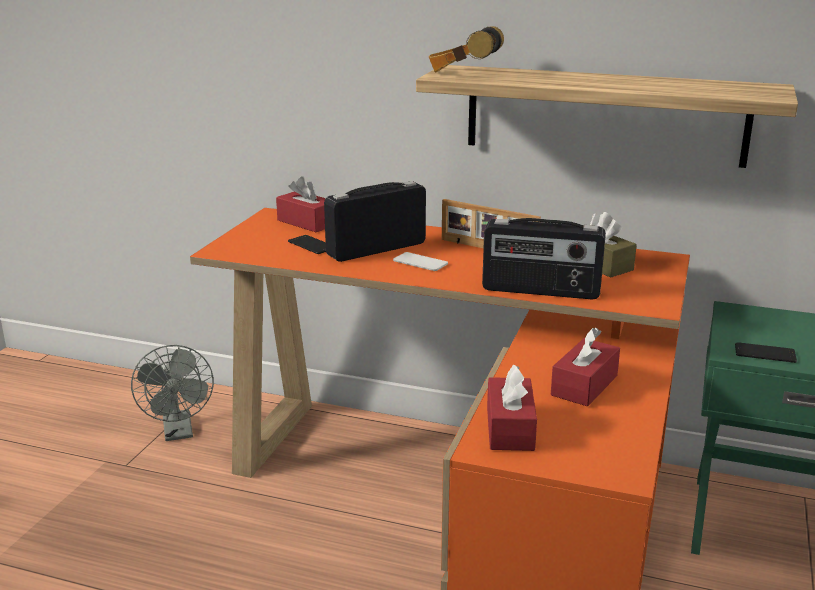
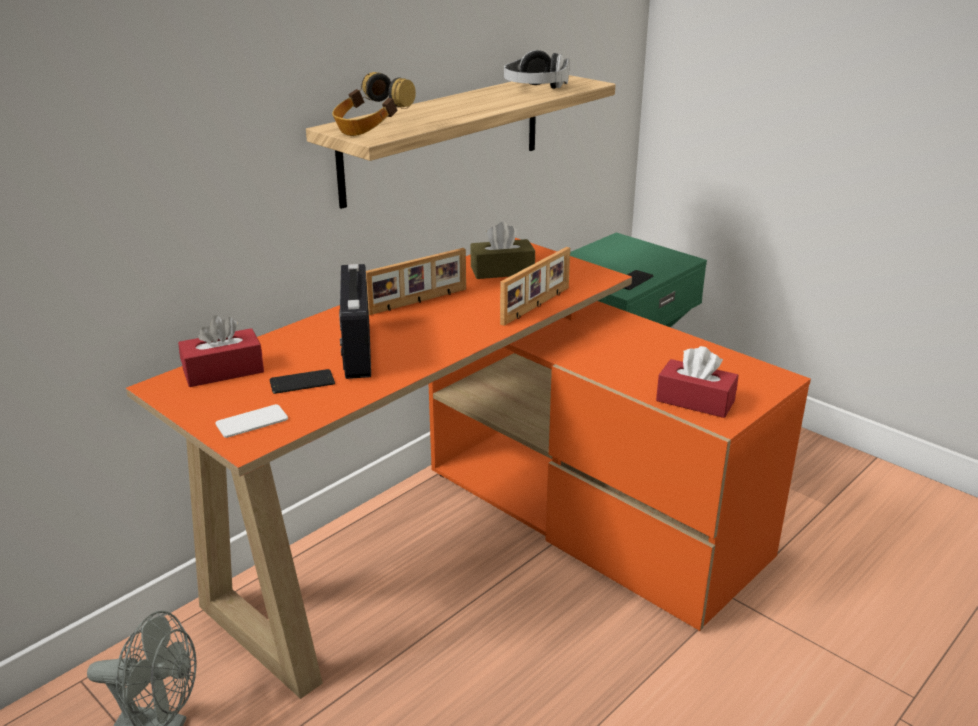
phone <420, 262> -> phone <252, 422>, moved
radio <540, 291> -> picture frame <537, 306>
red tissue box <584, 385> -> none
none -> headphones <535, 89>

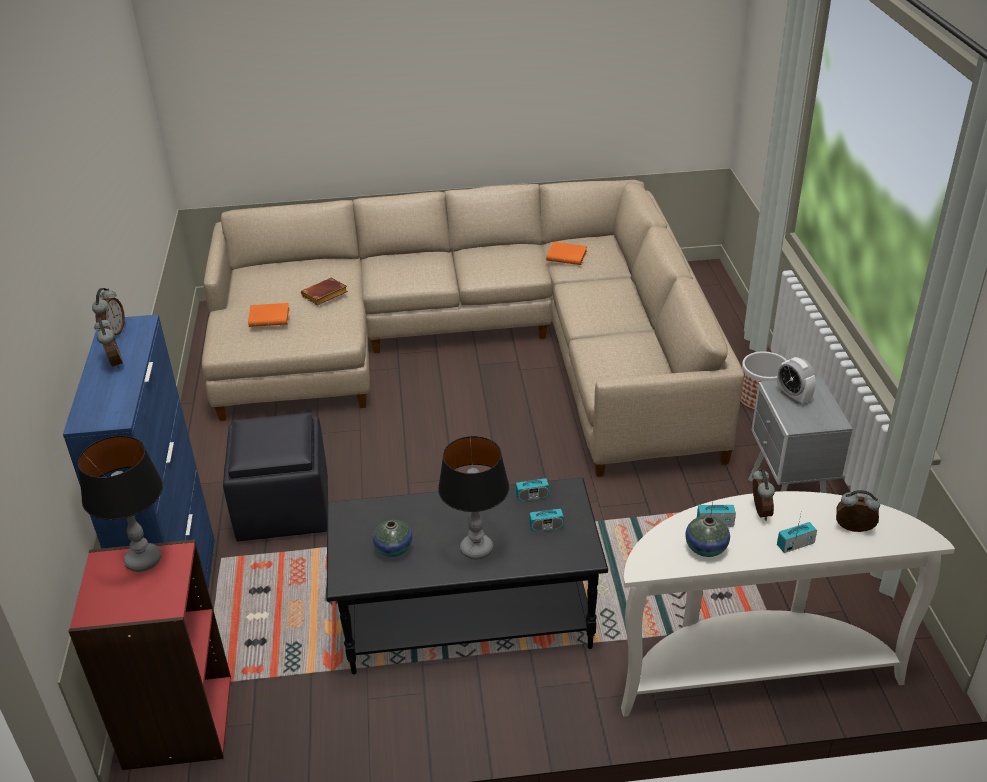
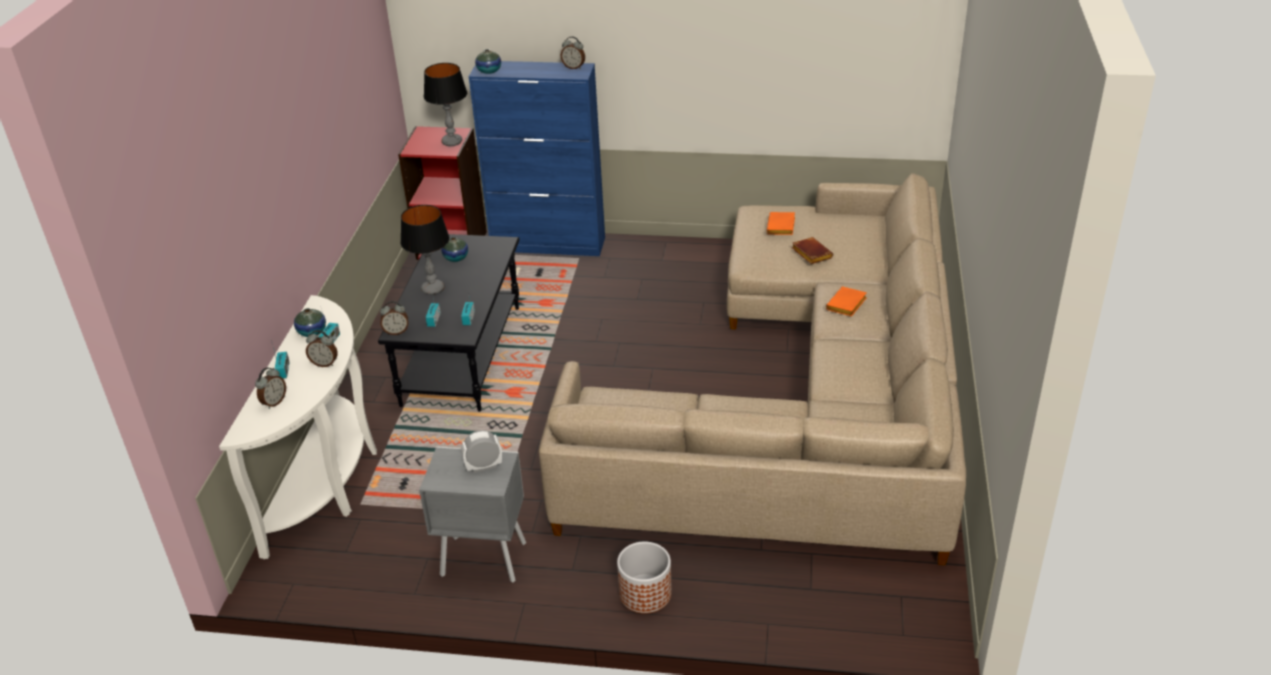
alarm clock <113, 363> -> alarm clock <396, 332>, moved
black ottoman <282, 508> -> none
orange book <568, 257> -> orange book <846, 306>, moved
none -> vase <489, 71>

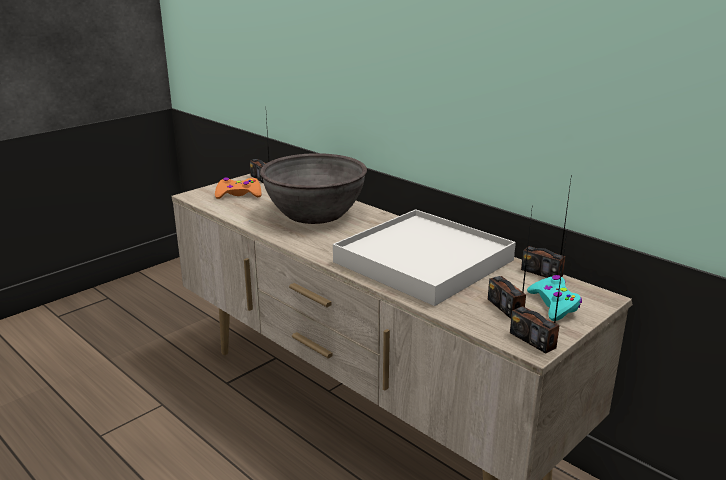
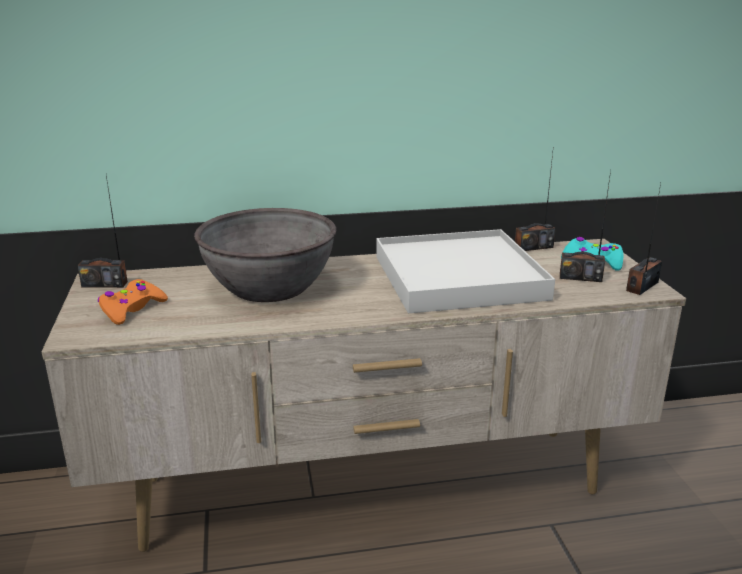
radio <533, 340> -> radio <642, 286>, 135 degrees clockwise

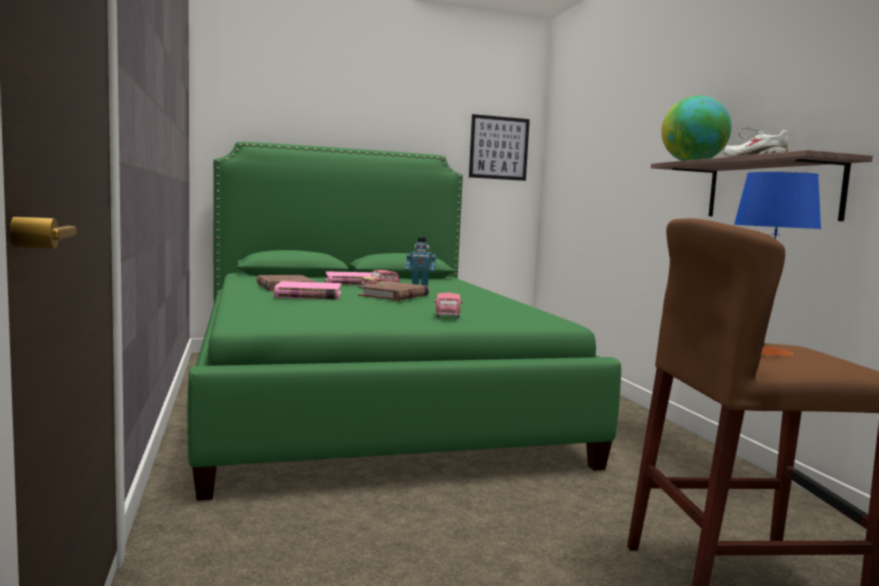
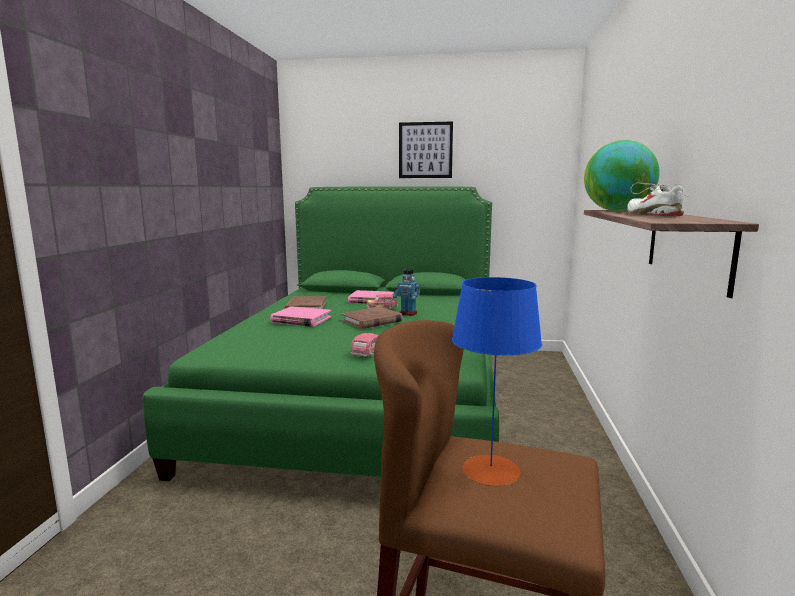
picture <499, 148> -> picture <425, 150>, moved

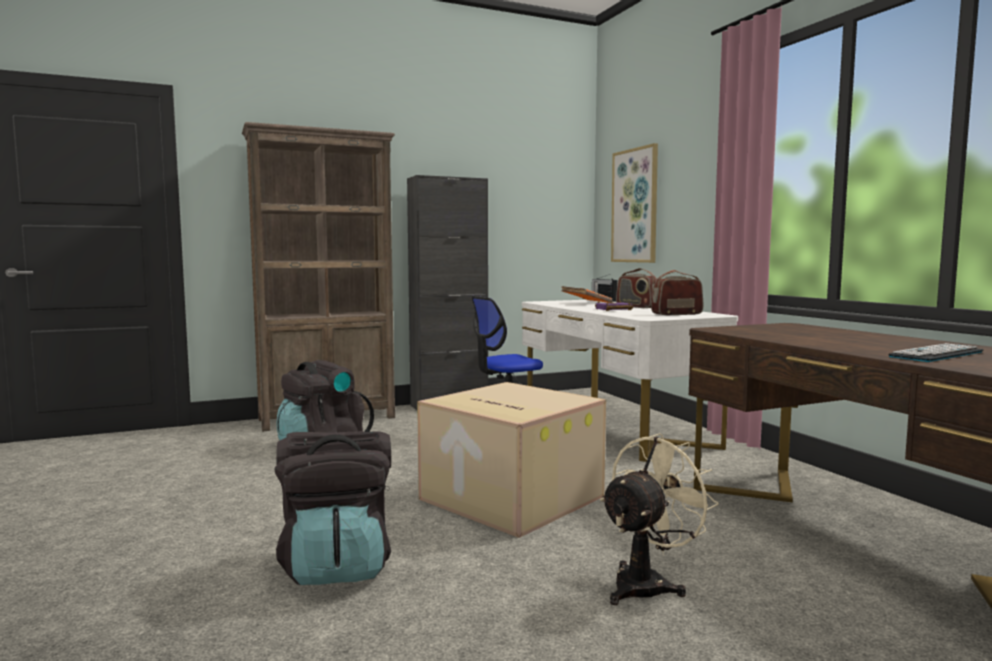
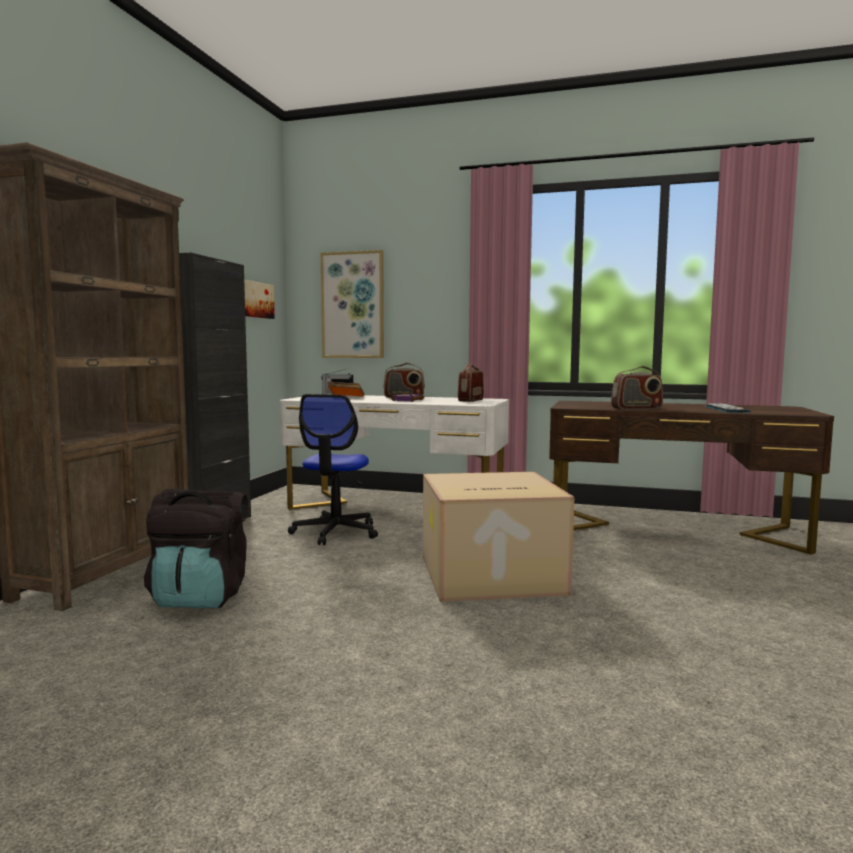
black backpack <338, 565> -> none
beige fan <647, 583> -> none
none -> picture <256, 300>
none -> radio <636, 408>

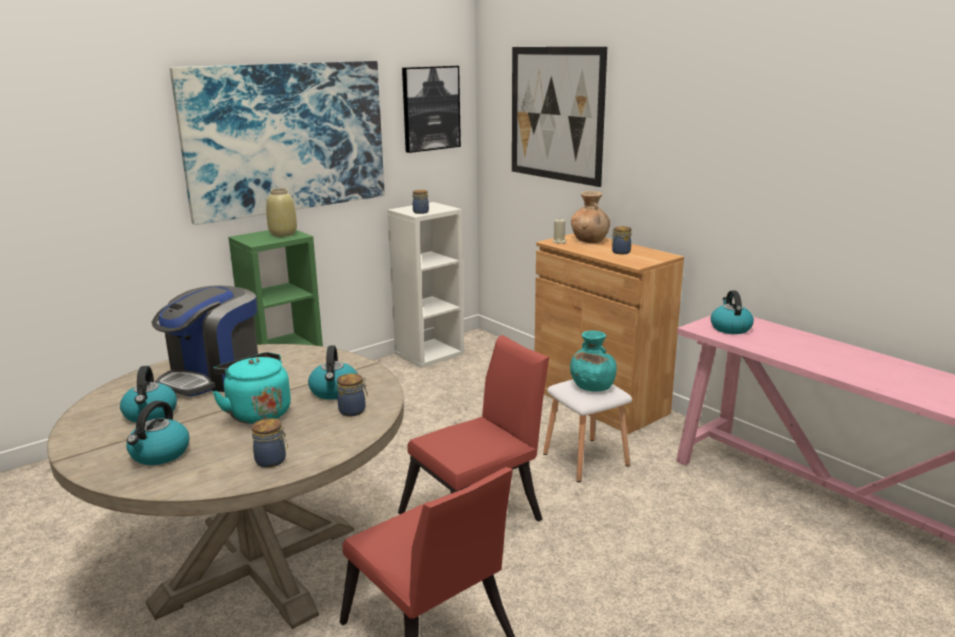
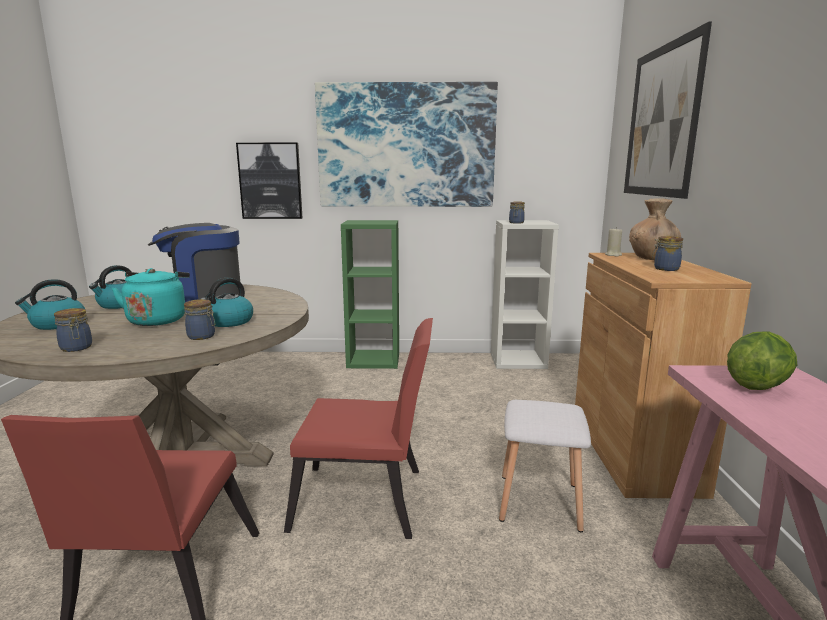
beige vase <282, 234> -> none
picture <430, 108> -> picture <270, 181>, moved
turquoise vase <591, 386> -> none
kettle <730, 328> -> lettuce <756, 385>

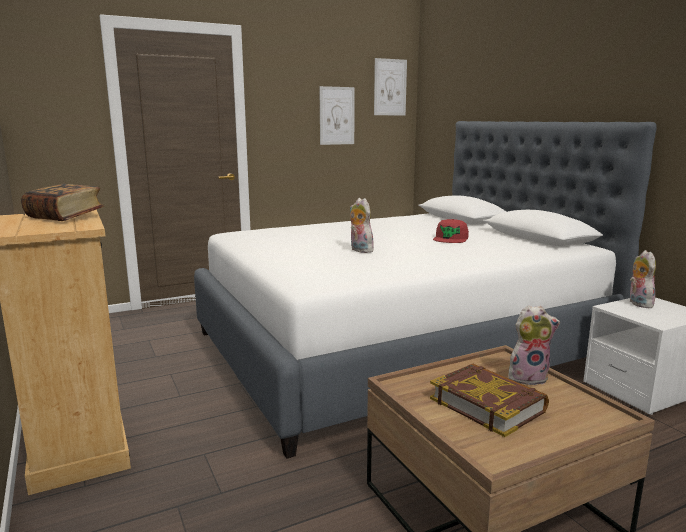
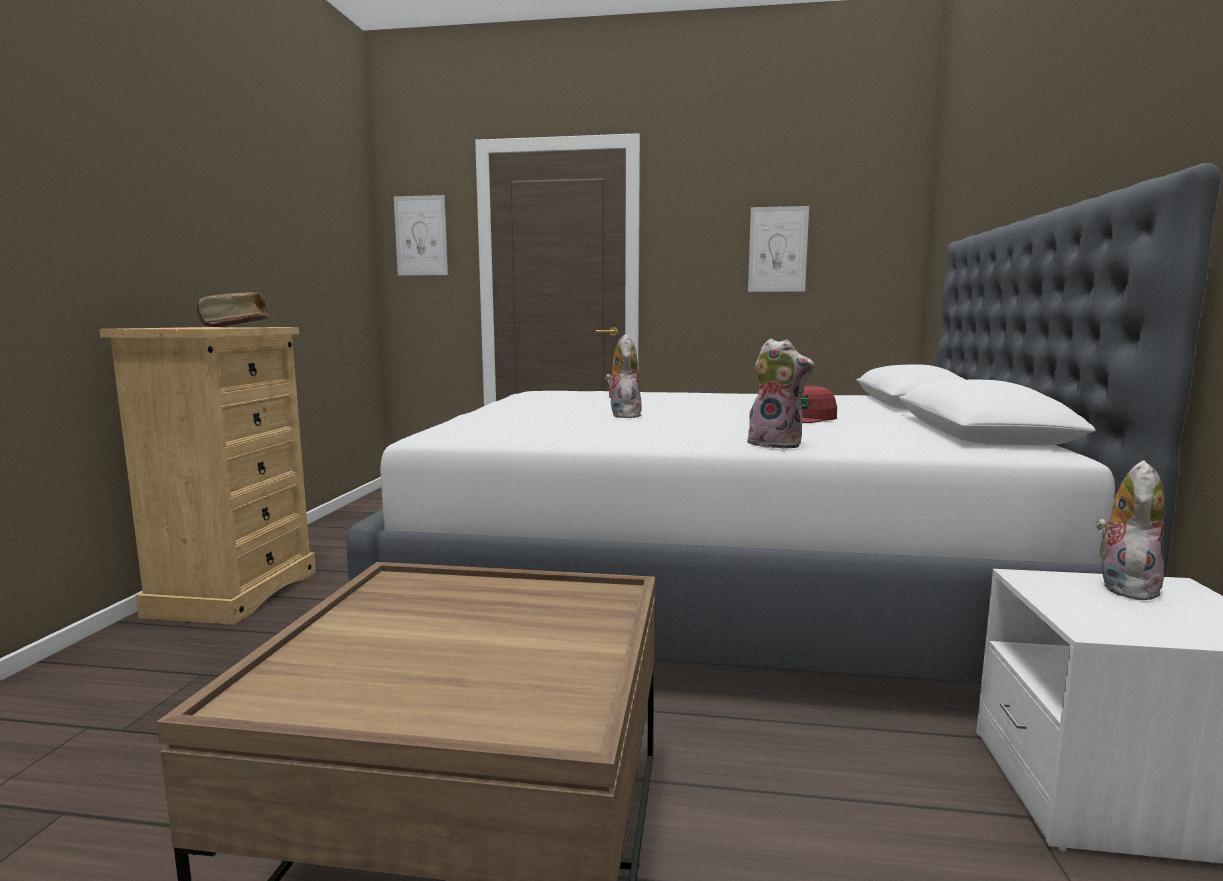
picture <390, 87> -> picture <421, 236>, moved
book <487, 404> -> none
plush toy <528, 377> -> plush toy <777, 444>, moved

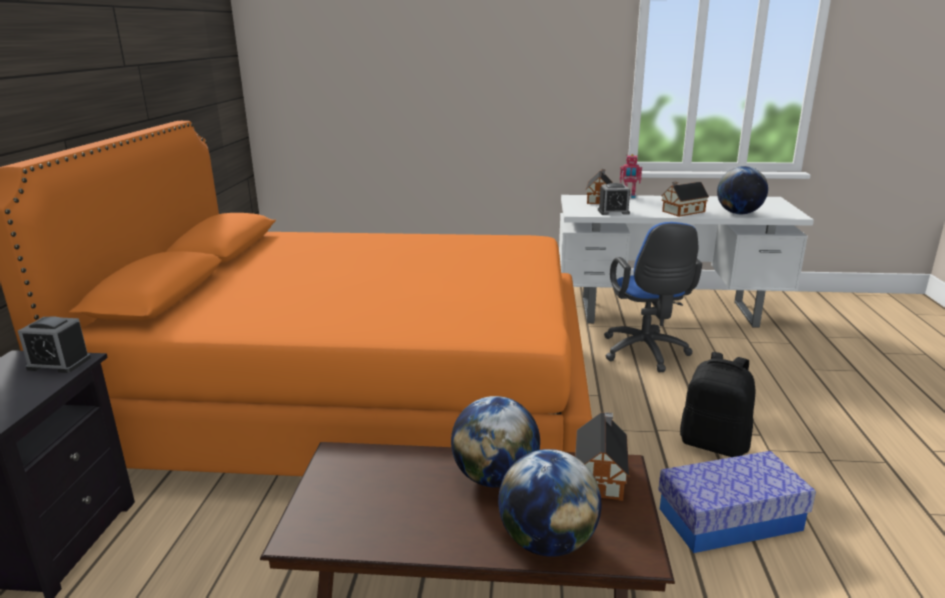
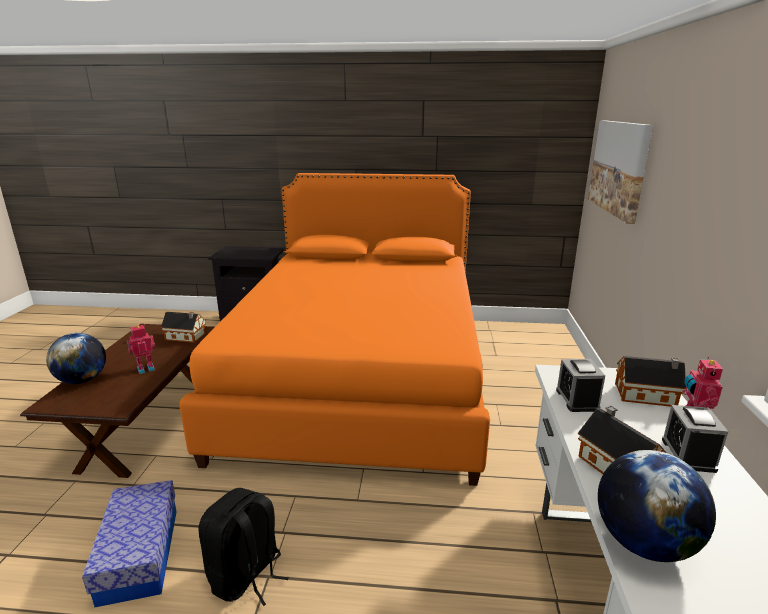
alarm clock <59, 363> -> alarm clock <688, 454>, moved
globe <495, 478> -> toy robot <145, 368>
toy house <600, 475> -> toy house <186, 337>, moved
blue office chair <646, 354> -> none
none -> picture <619, 167>

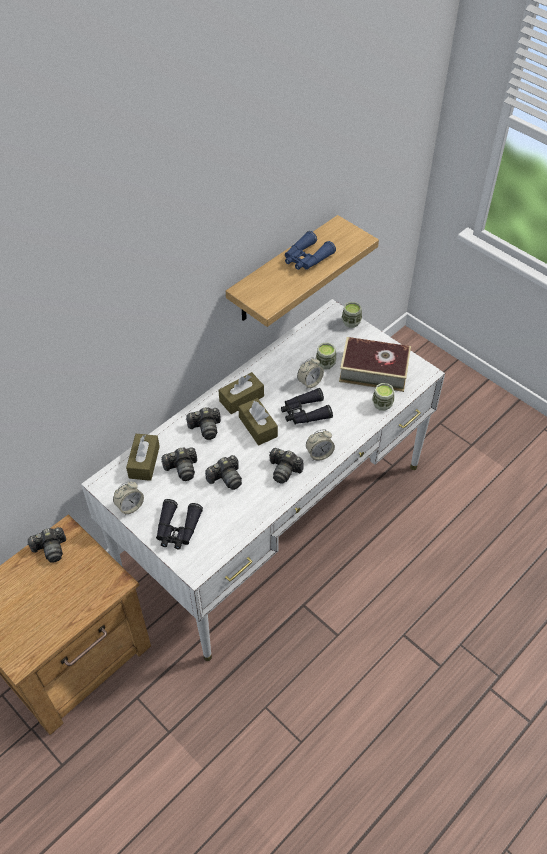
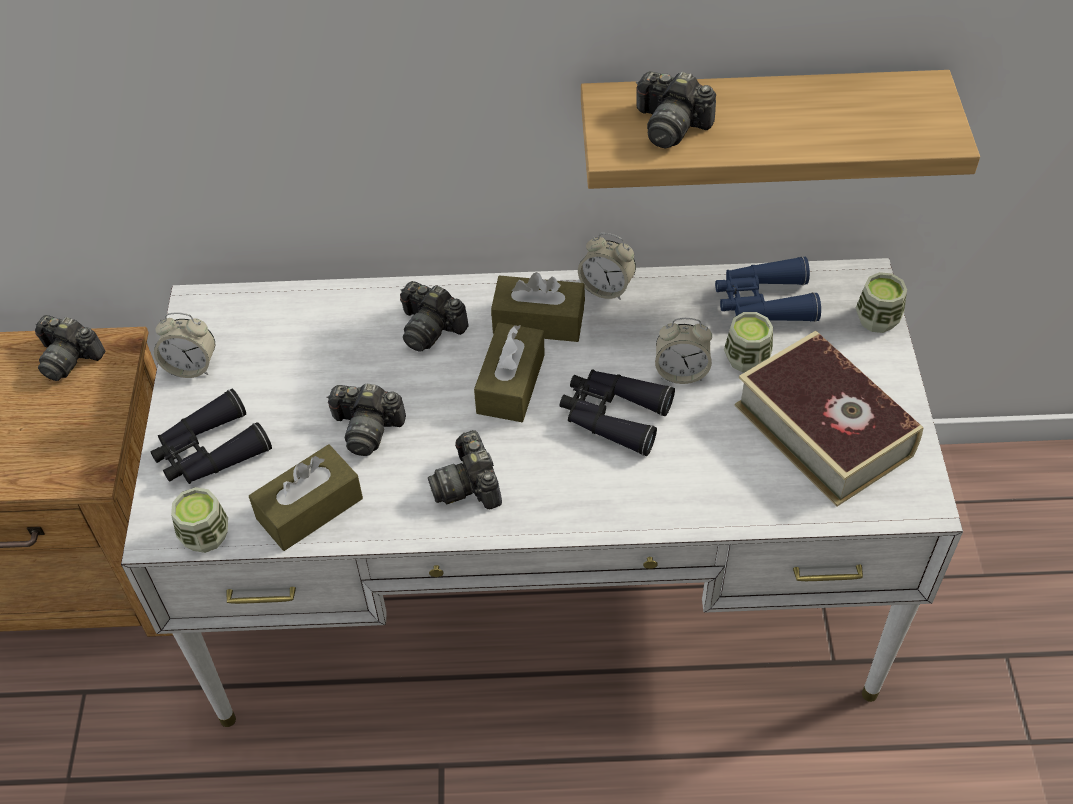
brown tissue box <144, 462> -> brown tissue box <309, 508>, moved
photo camera <182, 468> -> photo camera <671, 126>, moved
blue binoculars <306, 258> -> blue binoculars <763, 302>, moved
alarm clock <319, 454> -> alarm clock <606, 288>, moved
cup <382, 404> -> cup <205, 535>, moved

